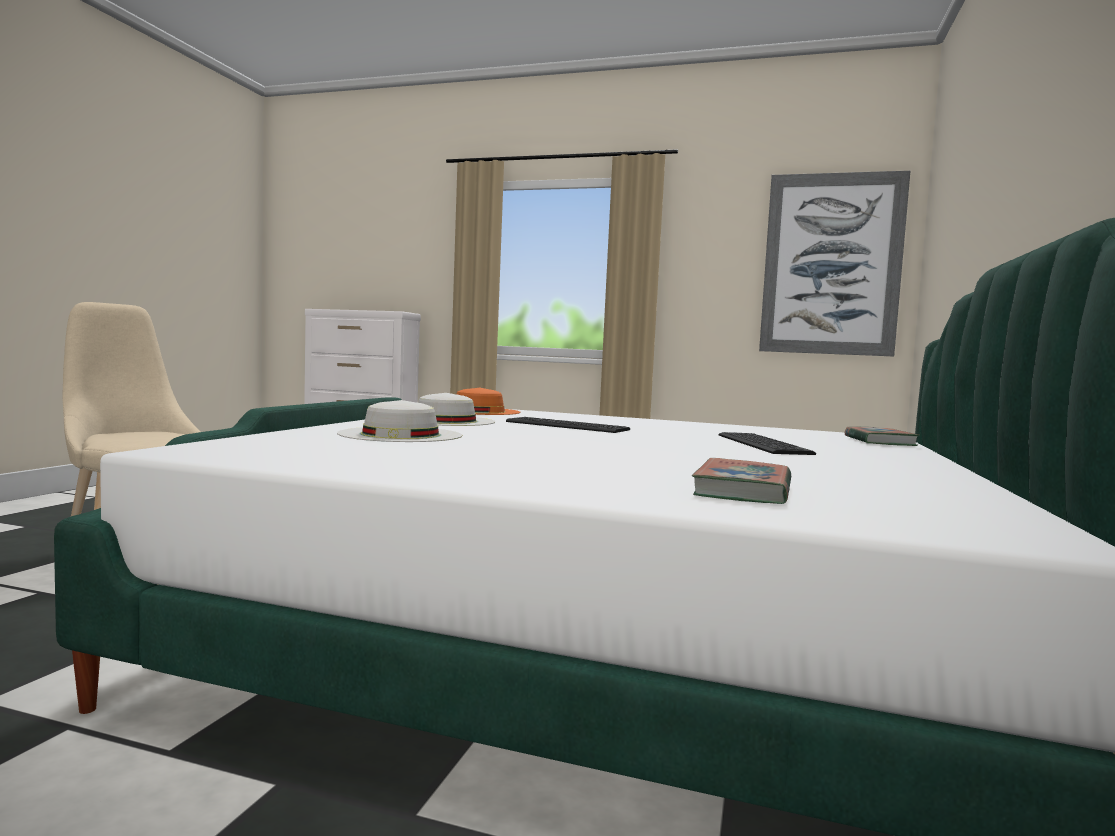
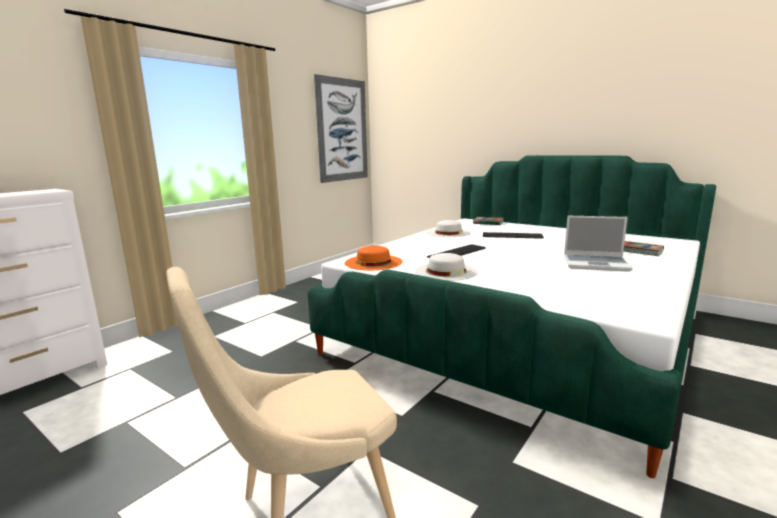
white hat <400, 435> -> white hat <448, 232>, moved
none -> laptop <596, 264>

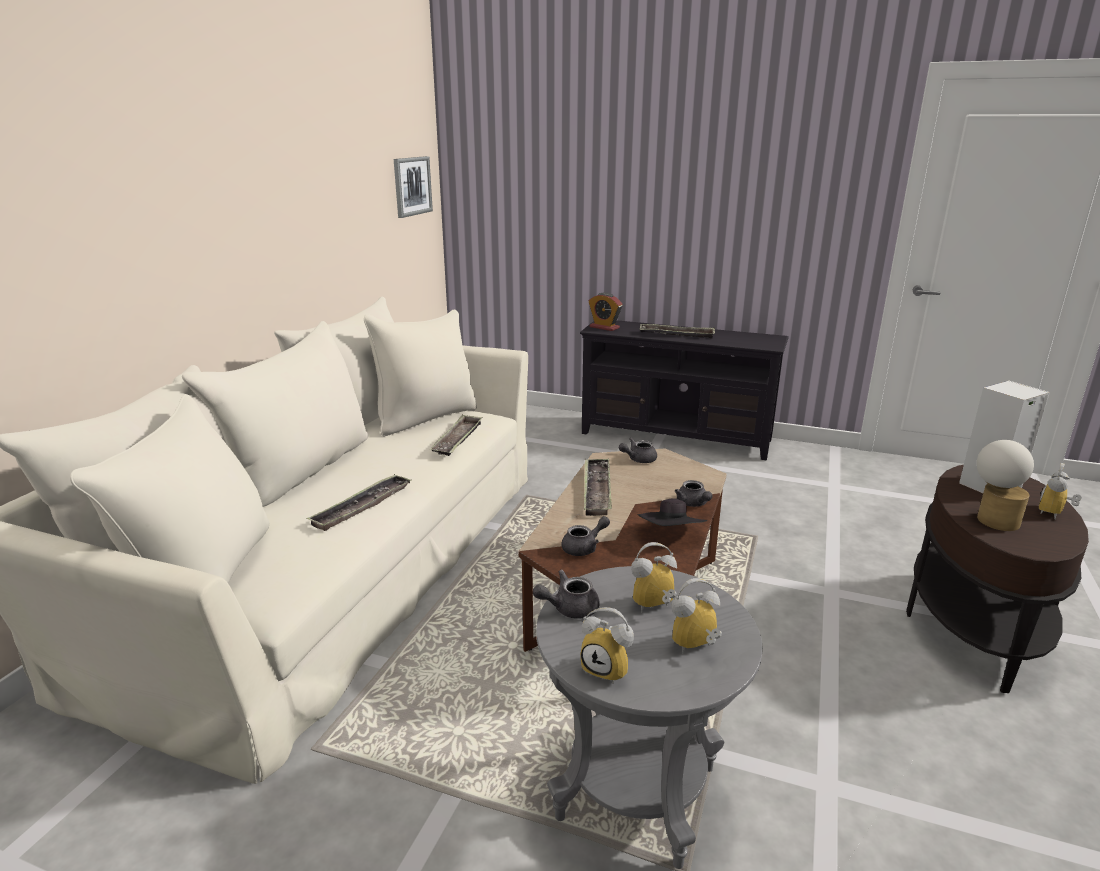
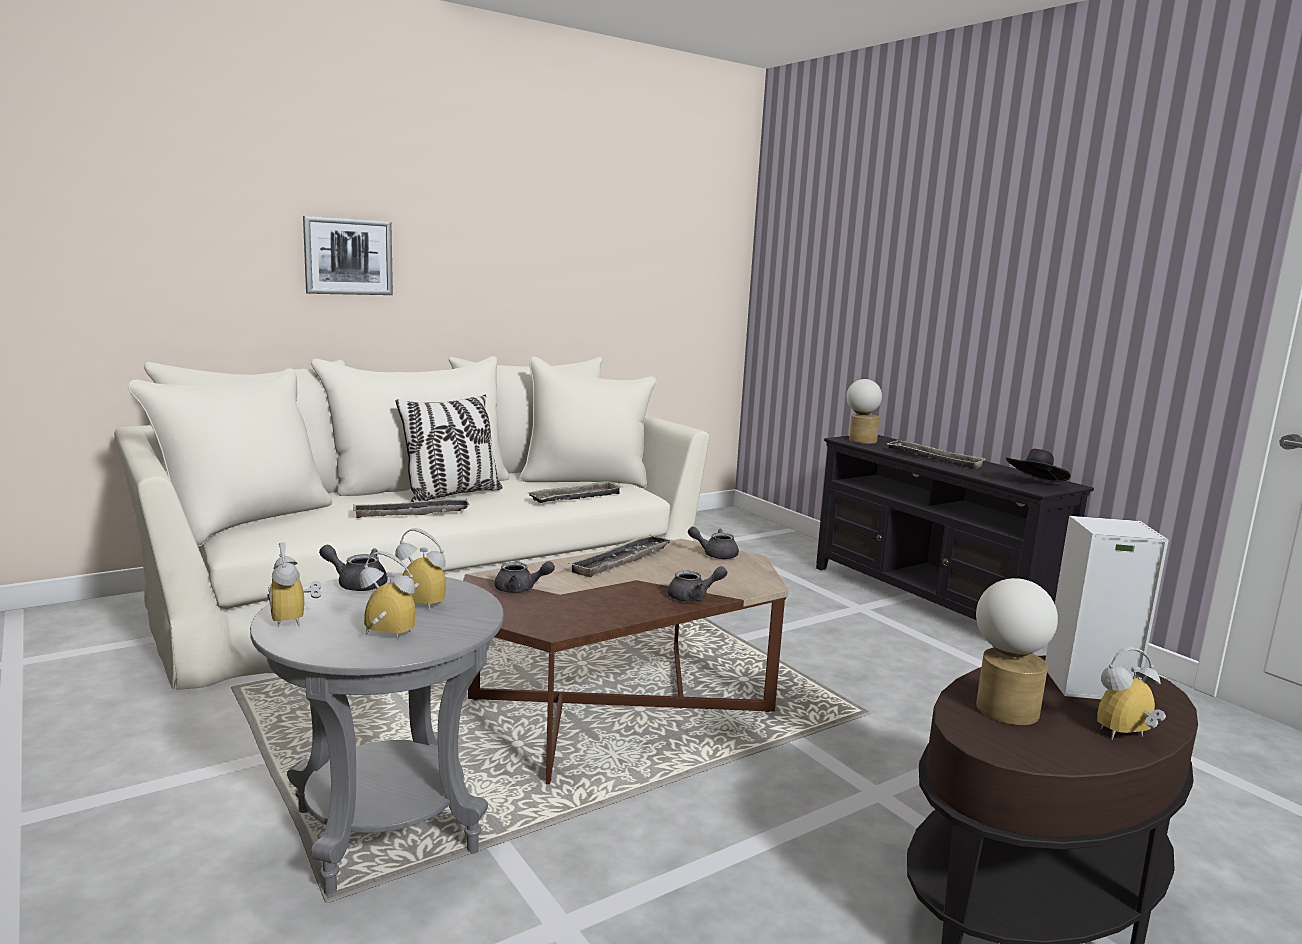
picture <412, 186> -> picture <348, 256>, moved
alarm clock <604, 327> -> table lamp <860, 440>
black hat <671, 535> -> black hat <1035, 484>, moved
grey teapot <693, 504> -> grey teapot <693, 597>, 120 degrees counterclockwise
none -> pillow <451, 495>

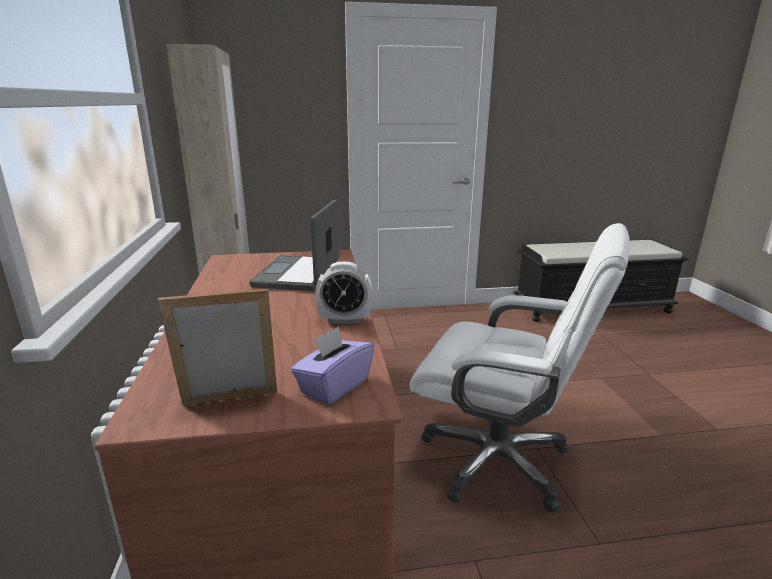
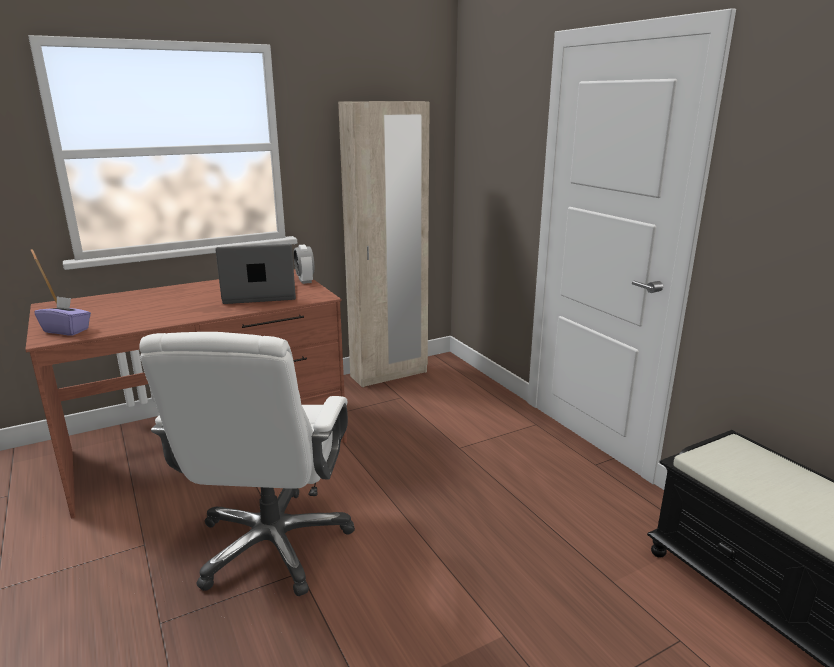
alarm clock <345, 320> -> alarm clock <305, 280>, moved

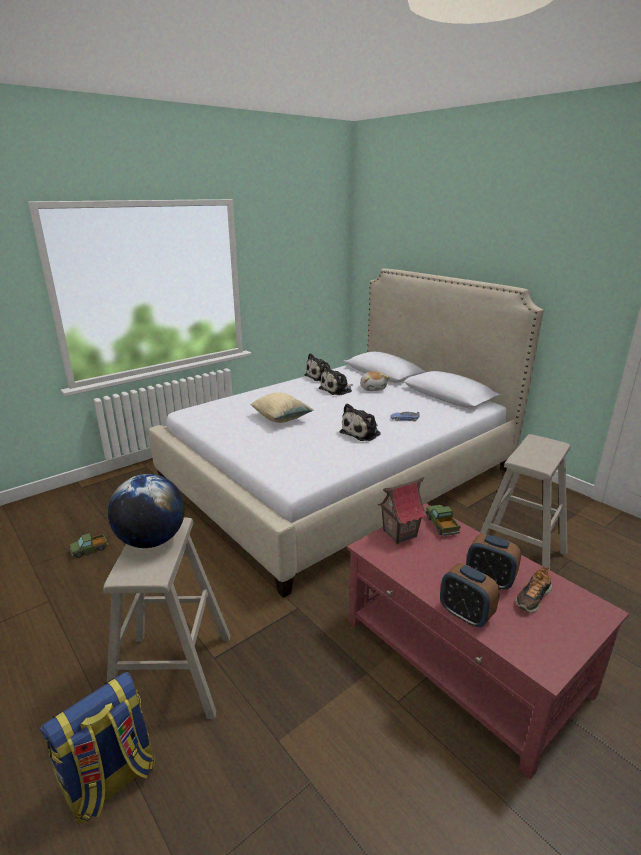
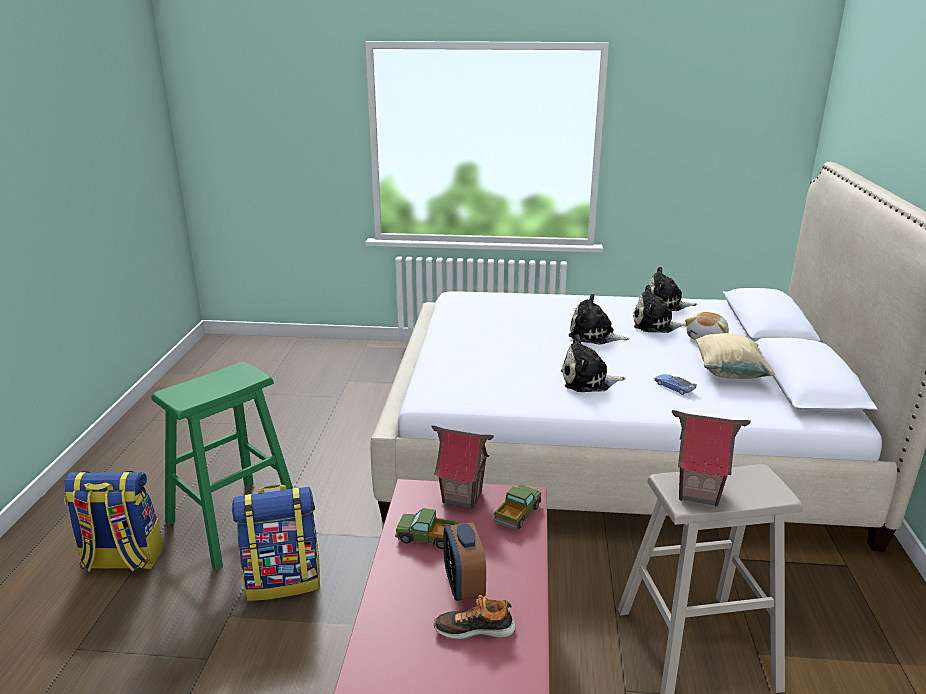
toy truck <90, 550> -> toy truck <427, 538>, moved
beige stool <173, 674> -> green stool <234, 522>
globe <152, 540> -> none
beige pillow <281, 419> -> beige pillow <729, 372>, moved
alarm clock <465, 614> -> none
none -> backpack <284, 580>
none -> plush toy <594, 335>
none -> toy house <698, 492>

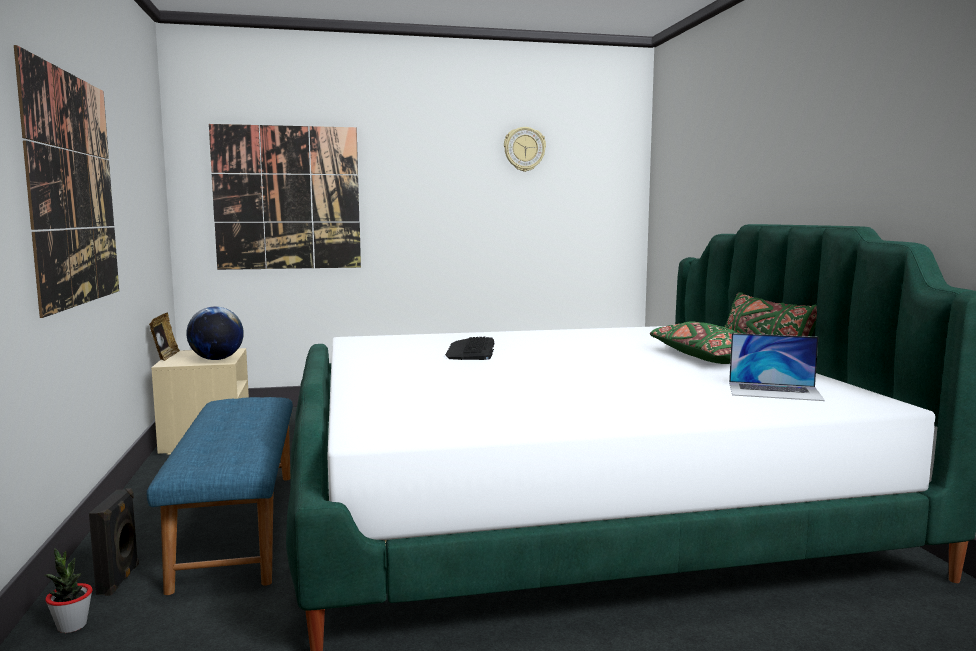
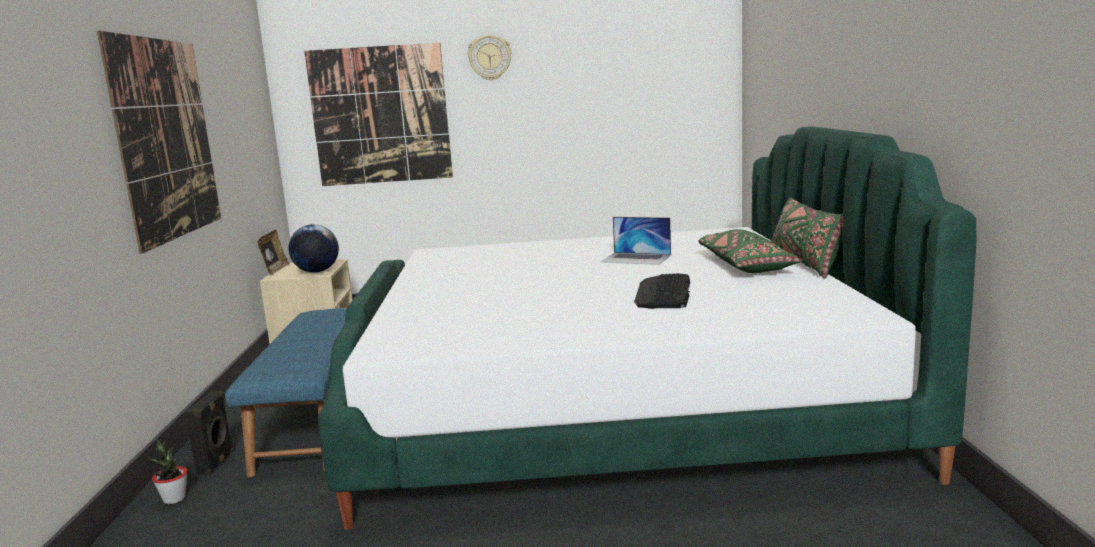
keyboard <471, 350> -> keyboard <663, 293>, moved
wall clock <524, 149> -> wall clock <489, 57>, moved
laptop <774, 391> -> laptop <636, 258>, moved

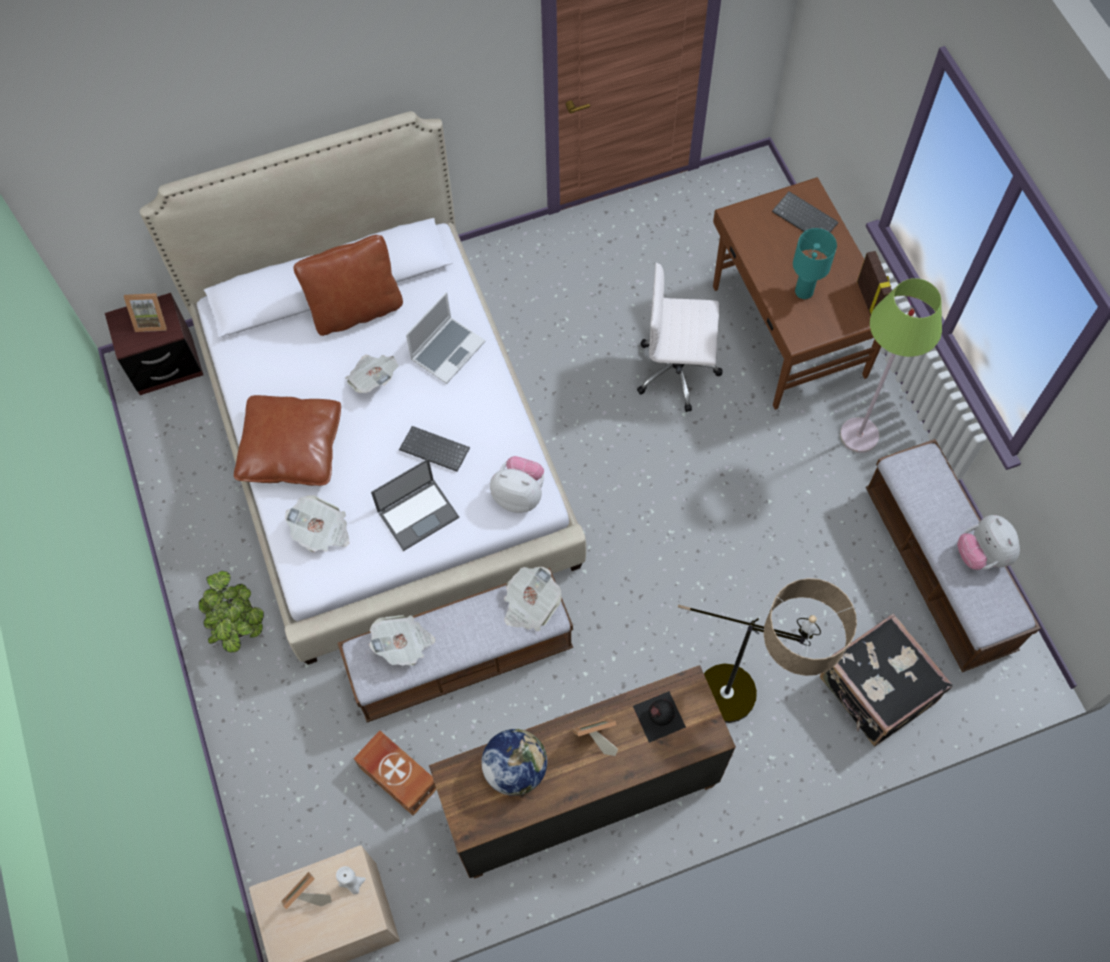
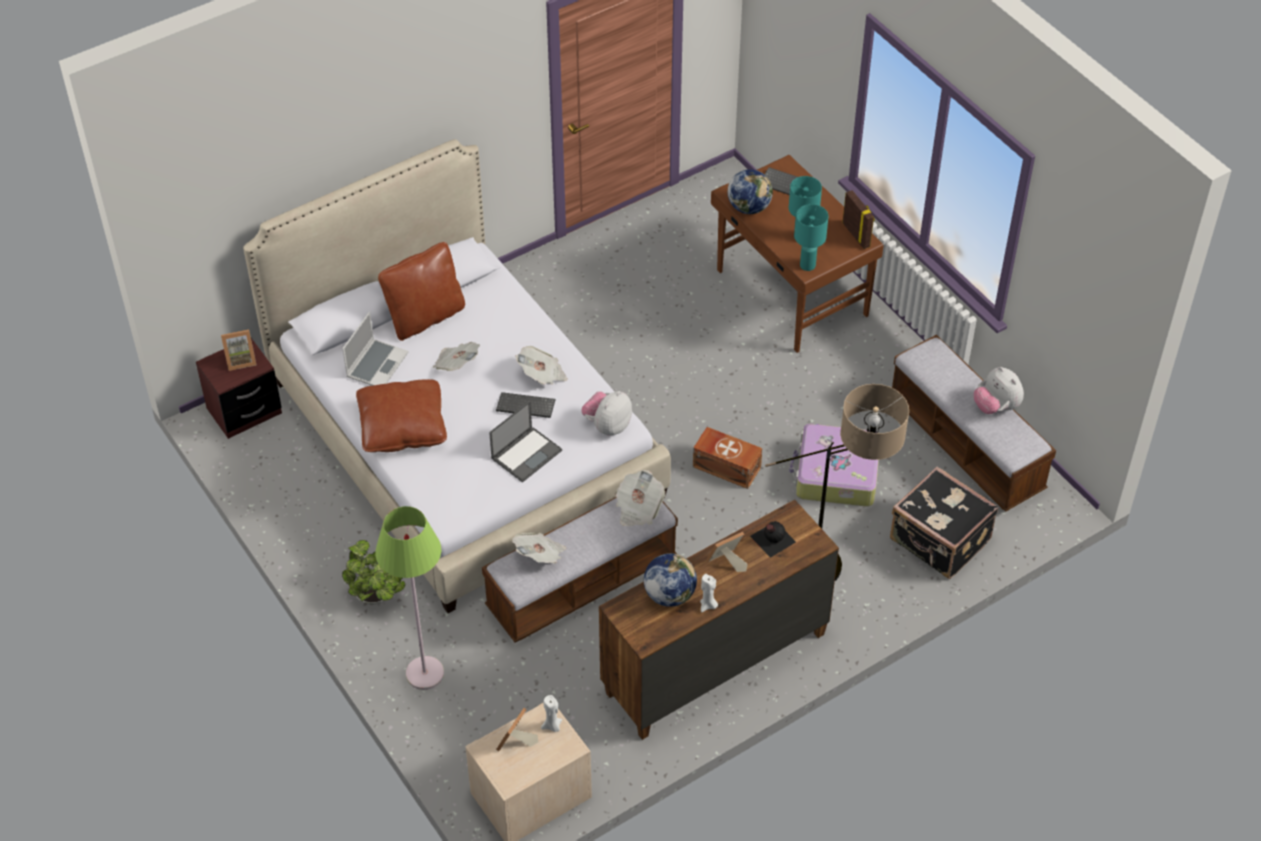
newspaper <322, 532> -> newspaper <542, 375>, moved
brown storage box <398, 775> -> brown storage box <726, 466>, moved
laptop <448, 350> -> laptop <377, 364>, moved
plush toy <519, 494> -> plush toy <607, 425>, 60 degrees counterclockwise
white office chair <678, 371> -> none
green floor lamp <859, 435> -> green floor lamp <424, 674>, moved
none -> white candle <708, 605>
none -> globe <749, 207>
none -> suitcase <835, 474>
none -> turquoise table lamp <807, 265>

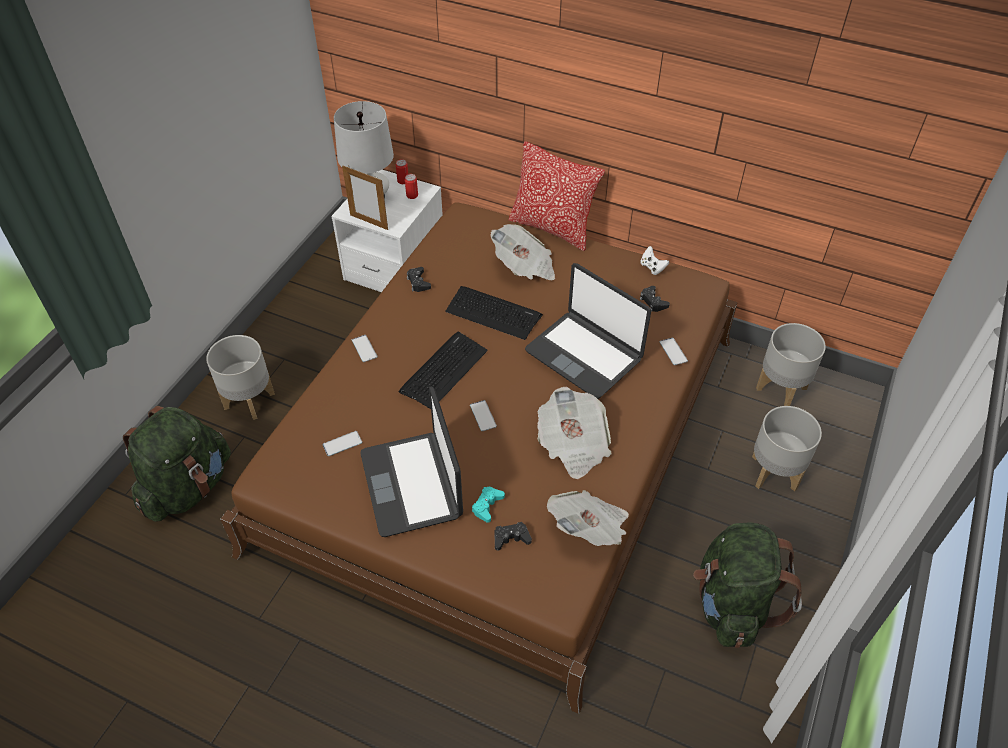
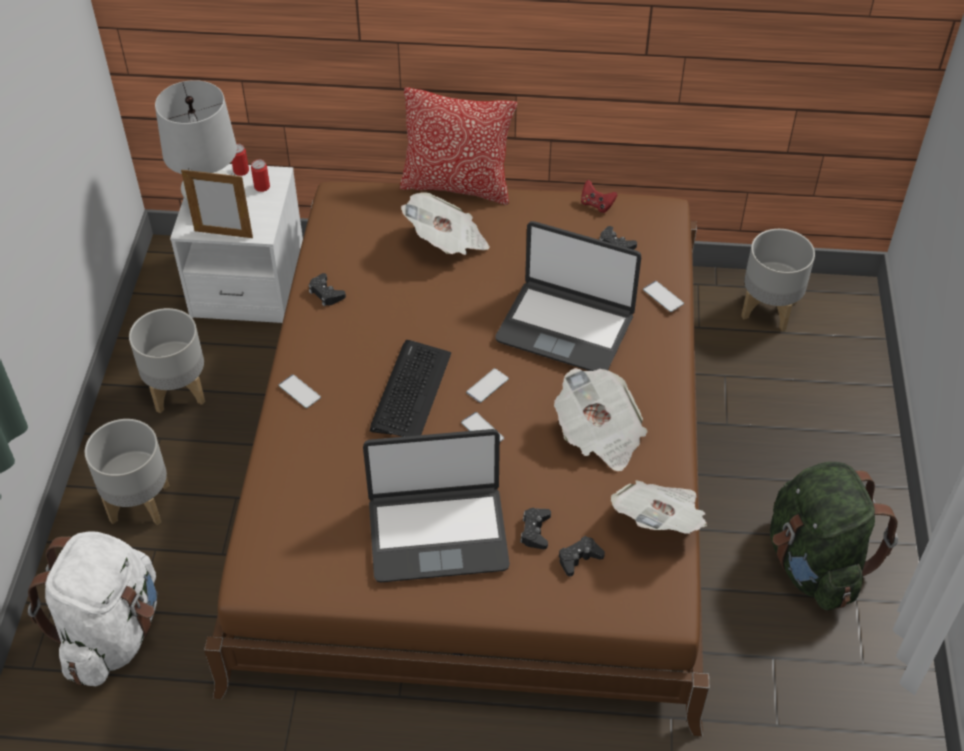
green backpack <188, 487> -> white backpack <112, 633>
phone <342, 444> -> phone <487, 386>, moved
laptop <412, 484> -> laptop <437, 533>, 60 degrees counterclockwise
keyboard <493, 313> -> none
turquoise game controller <487, 506> -> black game controller <535, 531>
white game controller <652, 267> -> red game controller <596, 205>
grey planter <774, 472> -> grey planter <178, 390>, moved

